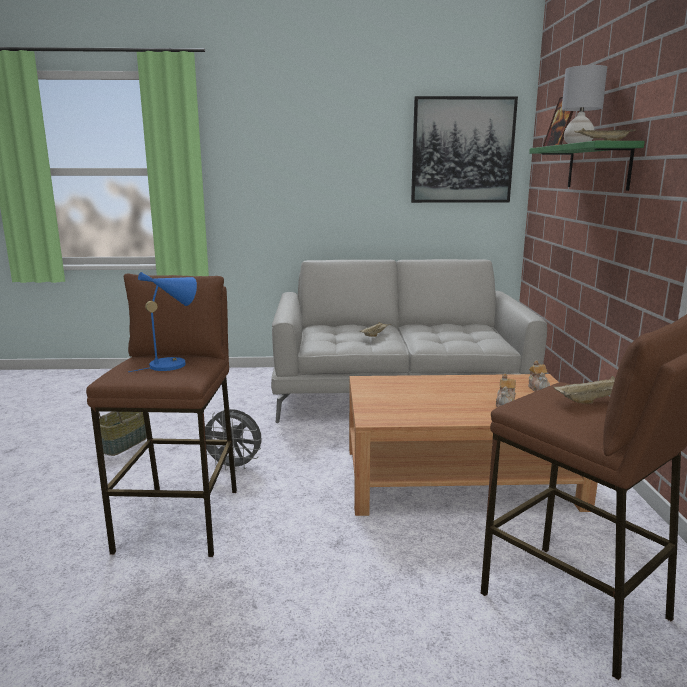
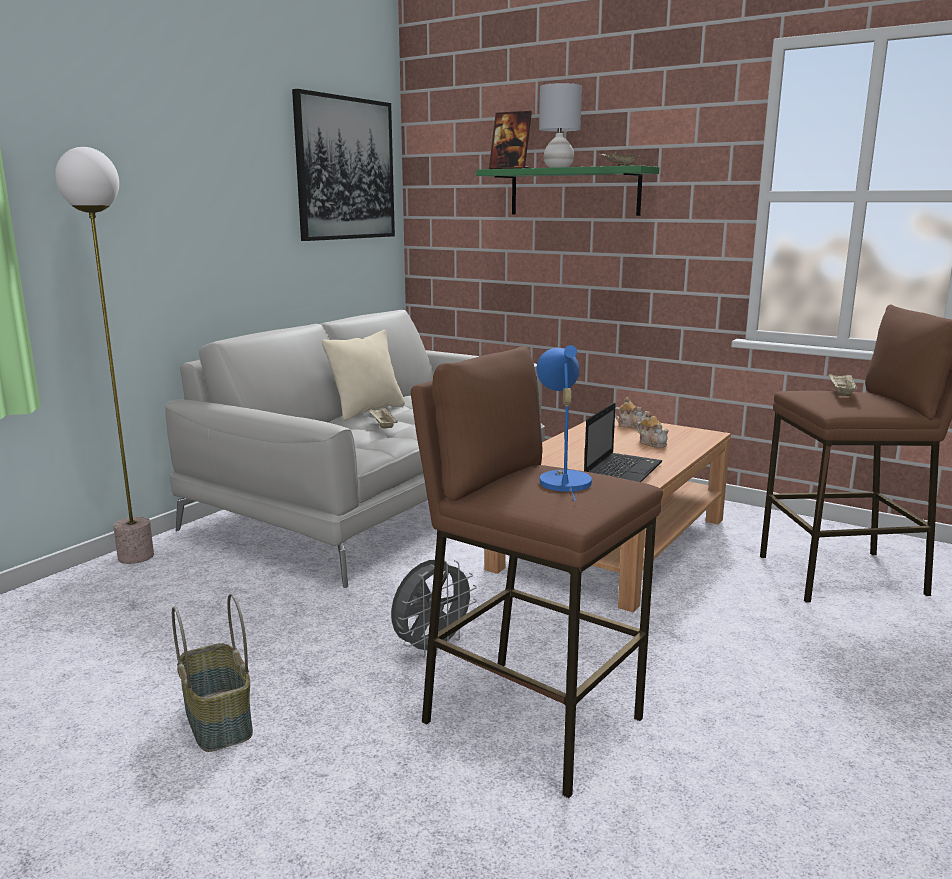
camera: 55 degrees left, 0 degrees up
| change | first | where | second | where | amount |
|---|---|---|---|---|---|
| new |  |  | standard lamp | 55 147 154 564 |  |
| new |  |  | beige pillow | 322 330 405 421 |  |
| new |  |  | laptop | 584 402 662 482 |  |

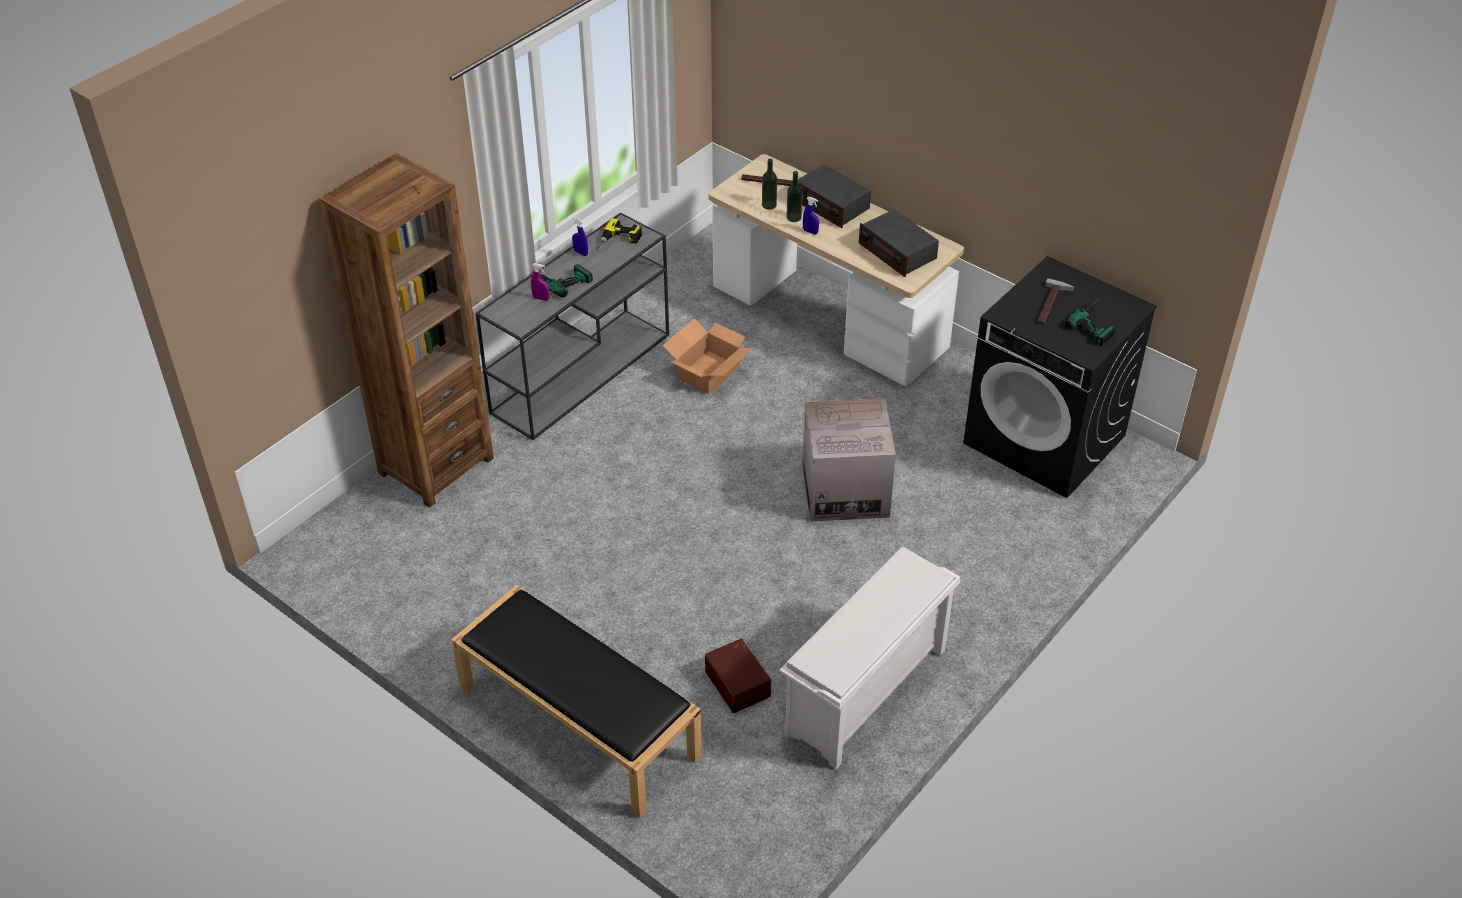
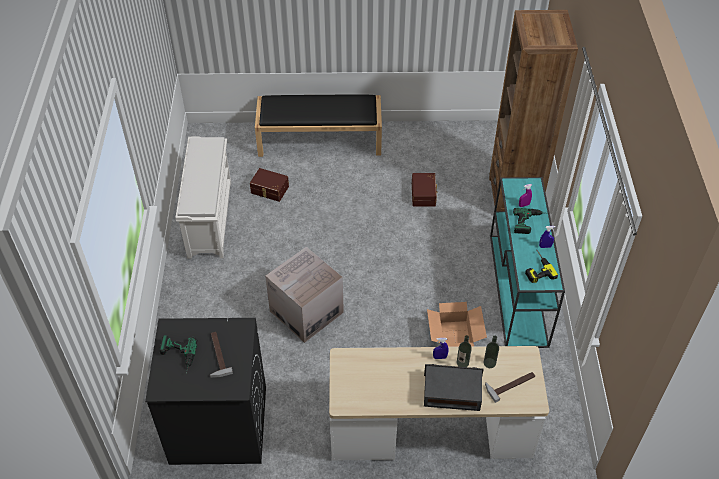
camera: 140 degrees right, 5 degrees up
| change | first | where | second | where | amount |
|---|---|---|---|---|---|
| new |  |  | brownish storage container | 412 173 437 207 |  |
| repainted | greyish console table | 475 213 669 440 | turquoise console table | 490 177 565 348 |  |
| gone | radio set | 859 209 939 277 |  |  |  |

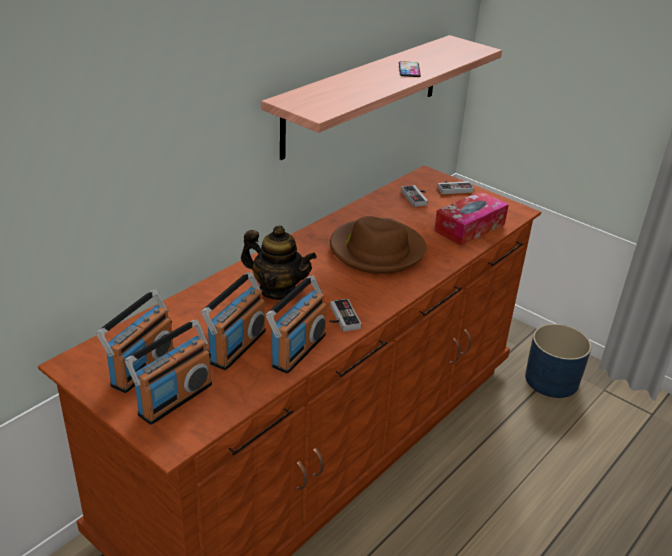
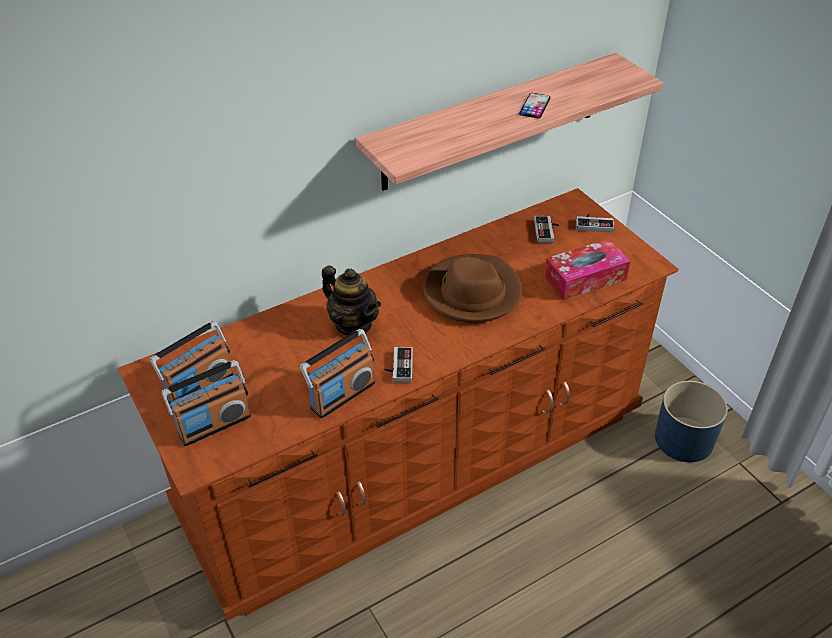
camera: 20 degrees right, 10 degrees up
| change | first | where | second | where | amount |
|---|---|---|---|---|---|
| gone | radio set | 201 272 266 370 |  |  |  |

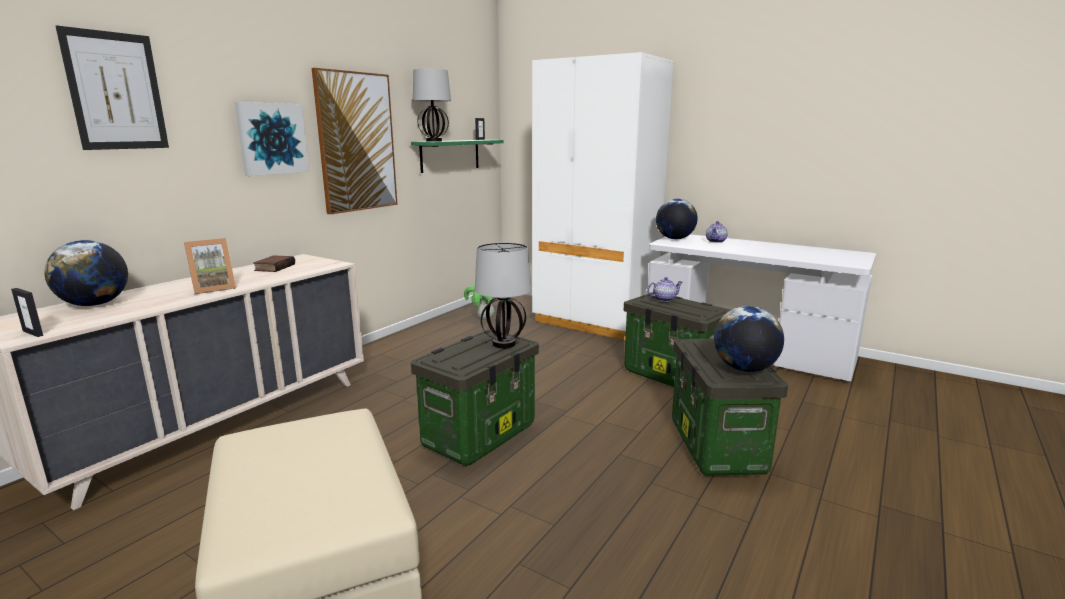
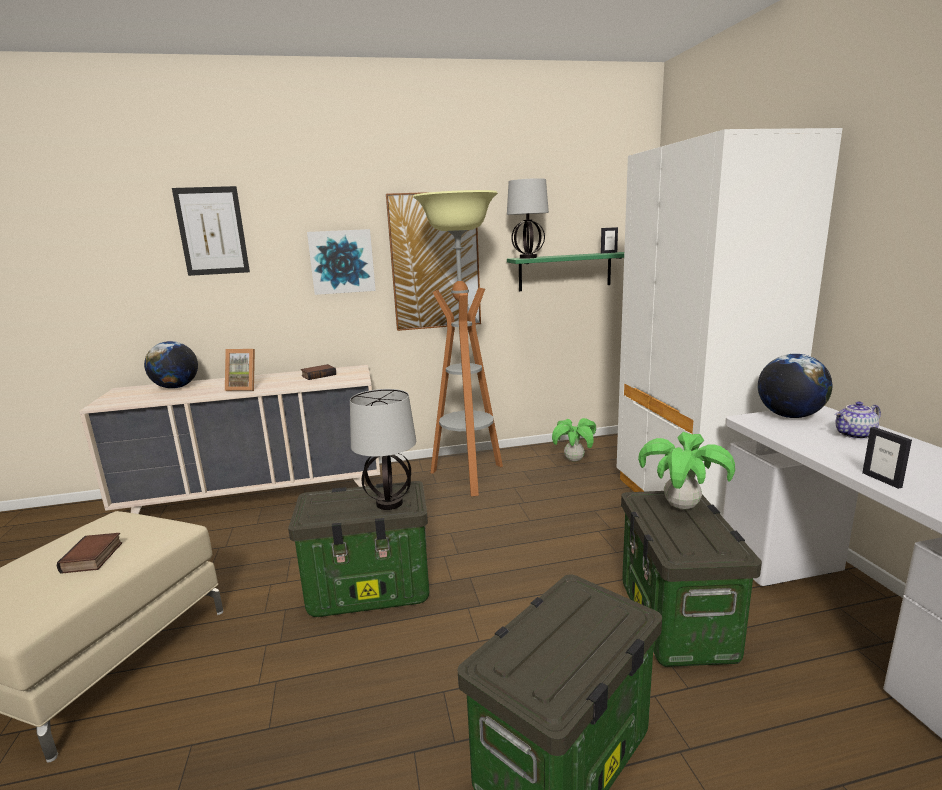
camera: 45 degrees right, 0 degrees up
| change | first | where | second | where | amount |
|---|---|---|---|---|---|
| new |  |  | book | 57 533 122 574 |  |
| new |  |  | standard lamp | 413 190 503 496 |  |
| swapped | tea pot | 647 277 682 302 | plant in a pot | 638 432 735 509 |  |
| shifted | photo frame | 11 288 43 337 |  | 862 427 912 489 |  |
| gone | globe | 714 306 784 372 |  |  |  |

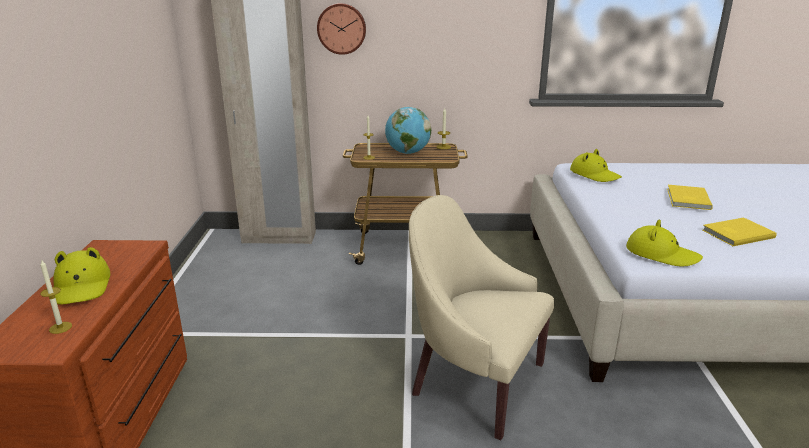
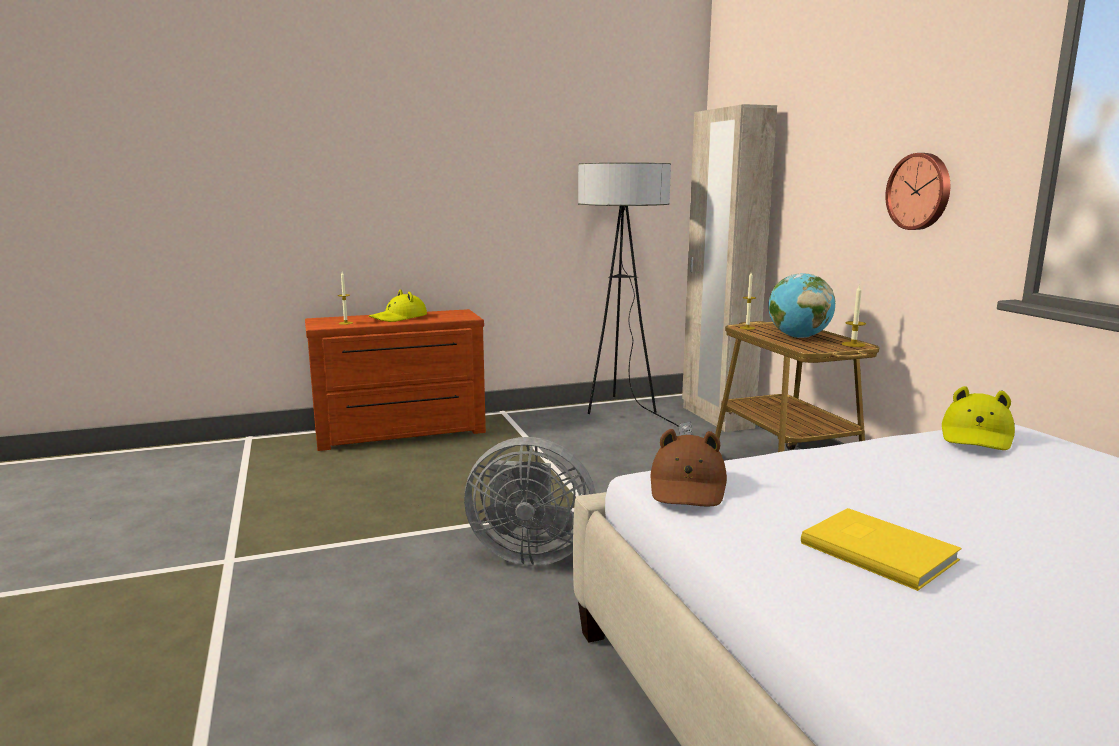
camera: 70 degrees right, 10 degrees down
| change | first | where | second | where | amount |
|---|---|---|---|---|---|
| swapped | beige easy chair | 409 195 554 440 | greyish cooling fan | 464 437 596 566 |  |
| new |  |  | standard lamp | 578 163 693 436 |  |
| repainted | yellow-coloured hat | 626 220 703 267 | brownish hat | 651 429 727 506 |  |
| shifted | wall clock | 317 3 366 55 |  | 885 153 950 230 |  |
| gone | yellow-coloured book | 667 185 713 210 |  |  |  |

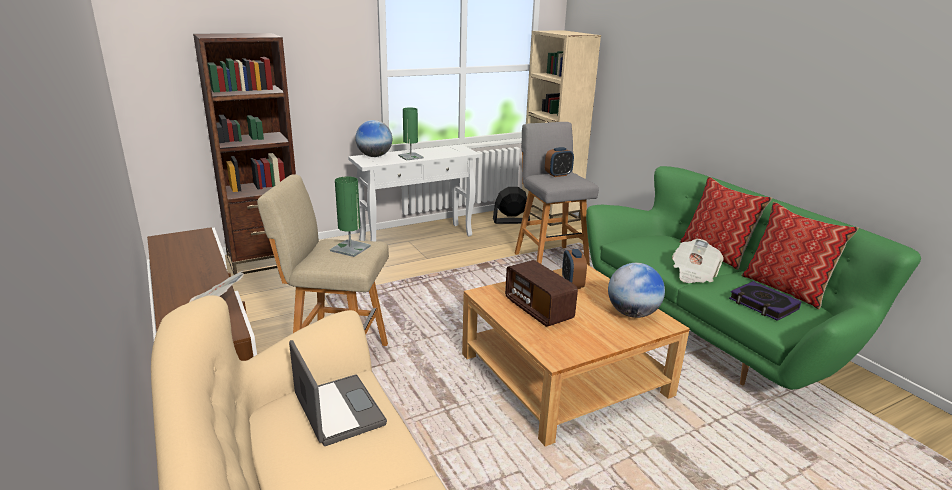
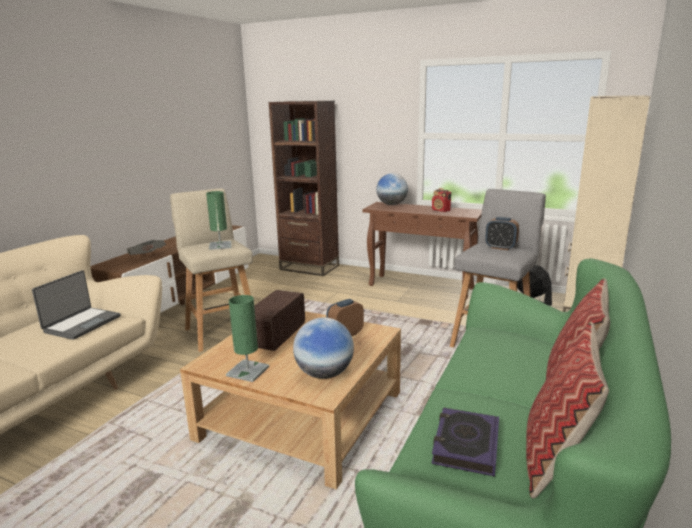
camera: 55 degrees right, 5 degrees down
| change | first | where | second | where | amount |
|---|---|---|---|---|---|
| shifted | greenish table lamp | 398 108 424 161 |  | 226 295 269 382 |  |
| repainted | white console table | 348 145 481 241 | brownish console table | 362 202 482 298 |  |
| new |  |  | radio set | 432 188 451 212 |  |
| gone | newspaper | 672 239 724 283 |  |  |  |

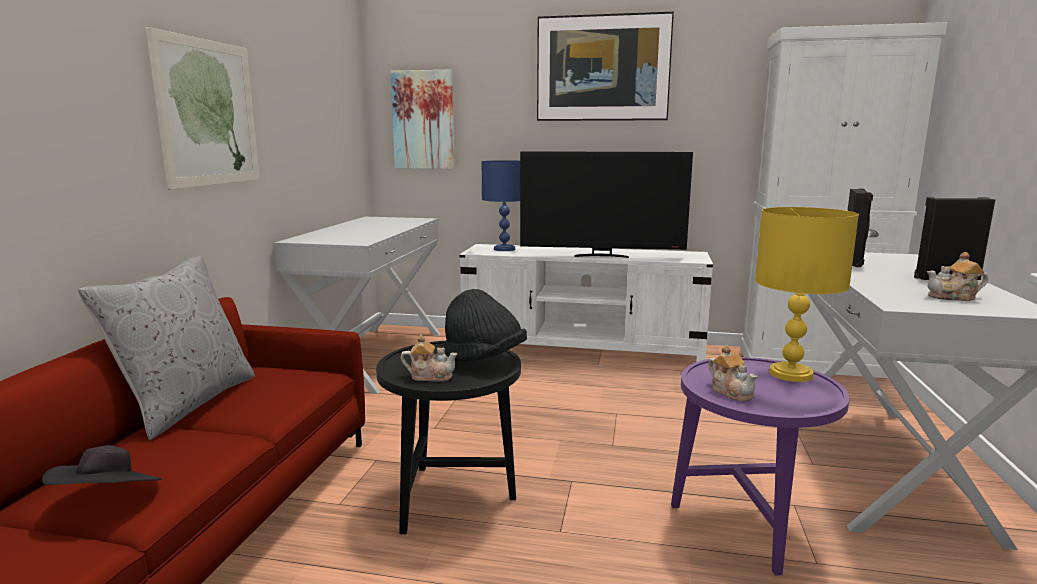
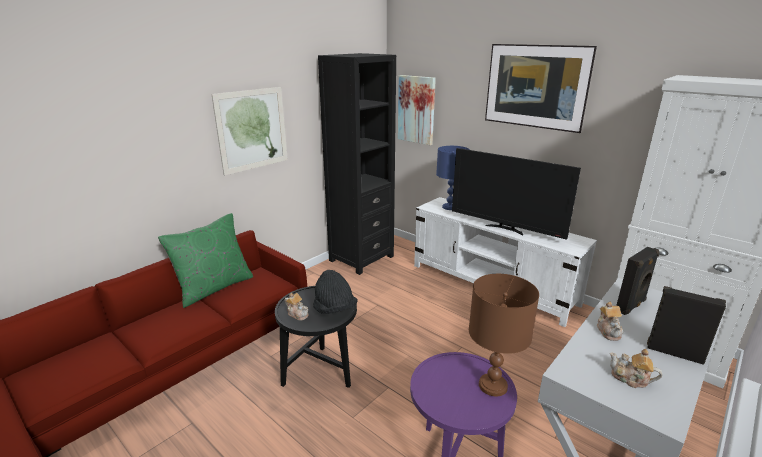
camera: 30 degrees right, 10 degrees up
| change | first | where | second | where | amount |
|---|---|---|---|---|---|
| repainted | greyish pillow | 78 256 255 440 | greenish pillow | 158 213 253 308 |  |
| swapped | white console table | 274 217 440 394 | black-coloured bookcase | 318 53 396 275 |  |
| repainted | yellow-coloured table lamp | 755 207 859 382 | brownish table lamp | 469 274 539 397 |  |
| shifted | tea pot | 708 345 758 402 |  | 597 302 623 341 |  |
| gone | black-coloured hat | 42 445 162 485 |  |  |  |

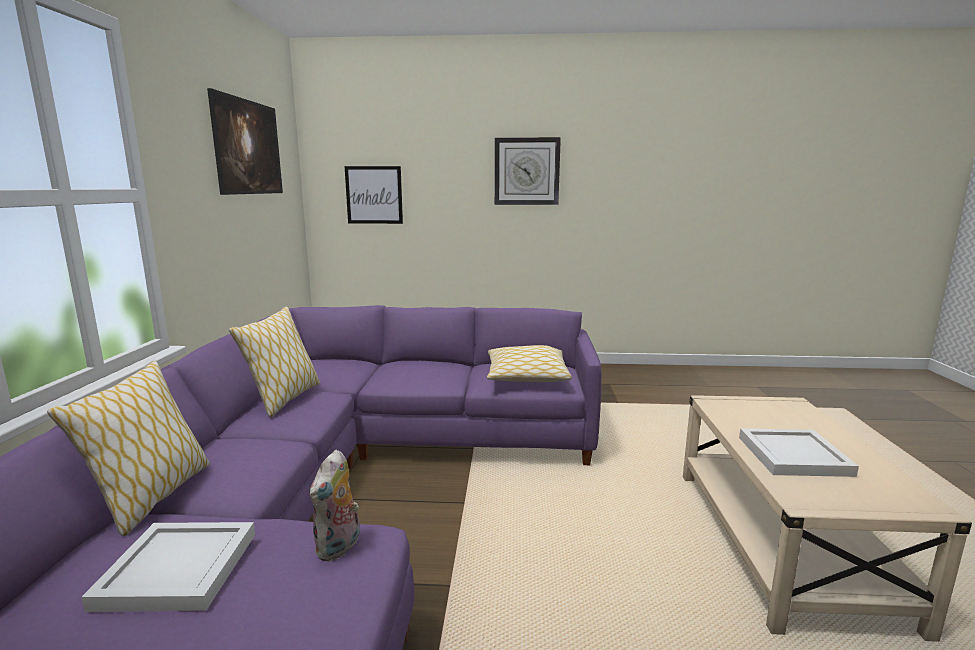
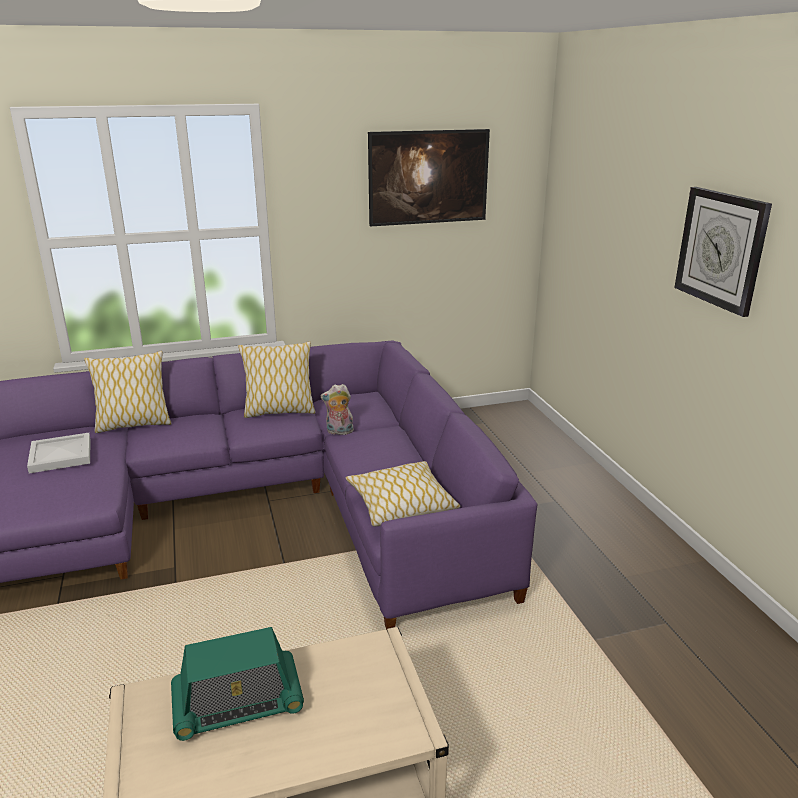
camera: 70 degrees right, 10 degrees up
| change | first | where | second | where | amount |
|---|---|---|---|---|---|
| swapped | white serving tray | 739 428 859 477 | radio set | 171 627 304 741 |  |
| shifted | cuddly toy | 309 450 360 562 |  | 321 384 354 435 |  |
| gone | wall picture | 345 166 403 224 |  |  |  |

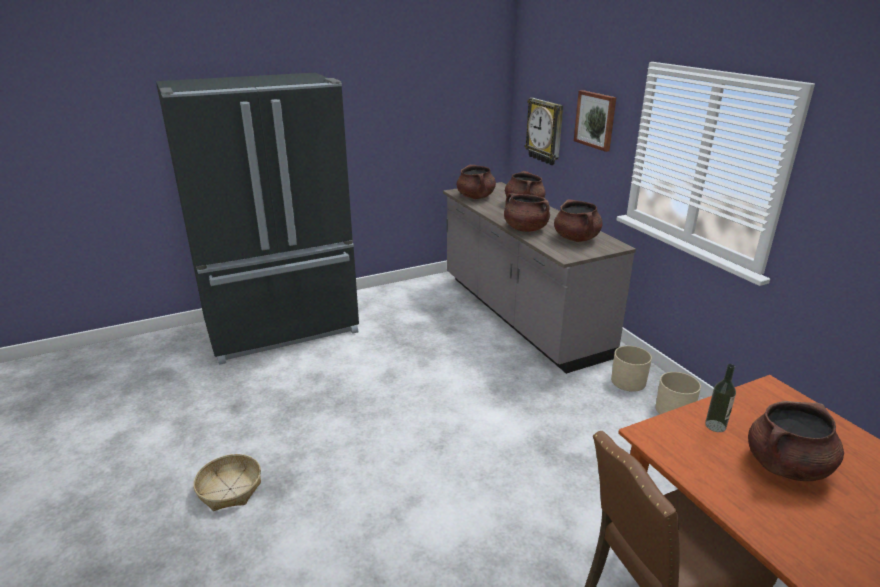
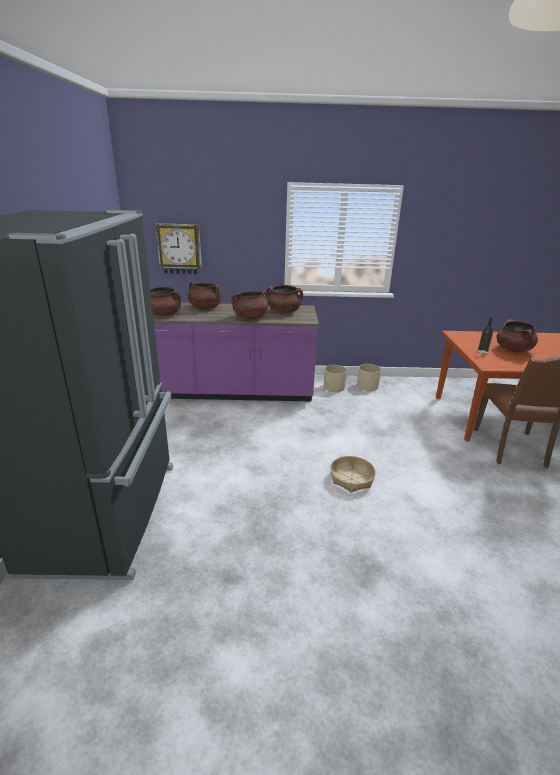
camera: 65 degrees left, 0 degrees up
| change | first | where | second | where | amount |
|---|---|---|---|---|---|
| repainted | greyish kitchen base unit | 443 182 636 374 | purplish kitchen base unit | 153 303 319 401 |  |
| shifted | household basket | 193 454 261 511 |  | 330 456 376 493 |  |
| gone | wall picture | 574 90 616 152 |  |  |  |

